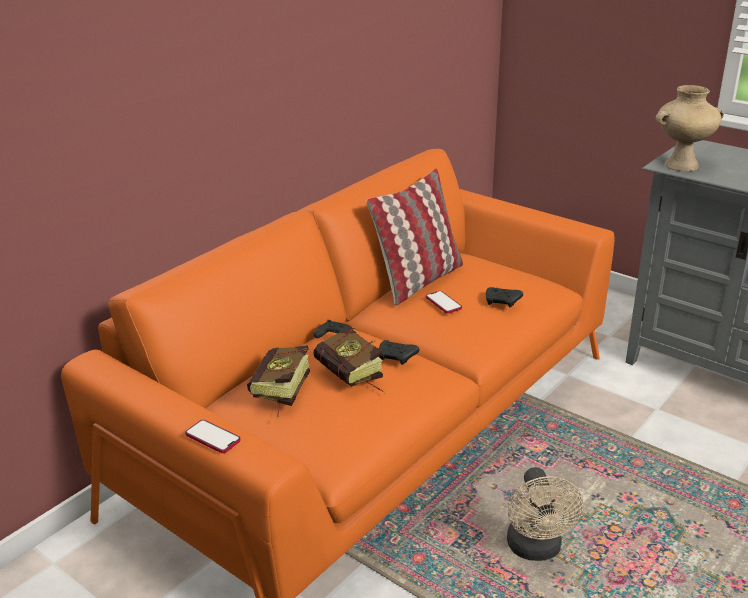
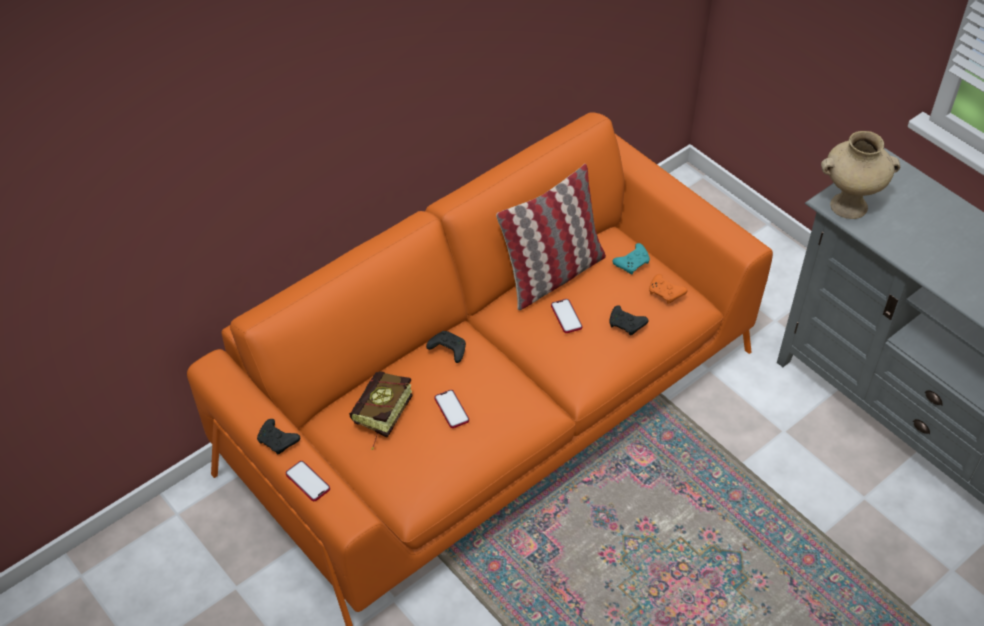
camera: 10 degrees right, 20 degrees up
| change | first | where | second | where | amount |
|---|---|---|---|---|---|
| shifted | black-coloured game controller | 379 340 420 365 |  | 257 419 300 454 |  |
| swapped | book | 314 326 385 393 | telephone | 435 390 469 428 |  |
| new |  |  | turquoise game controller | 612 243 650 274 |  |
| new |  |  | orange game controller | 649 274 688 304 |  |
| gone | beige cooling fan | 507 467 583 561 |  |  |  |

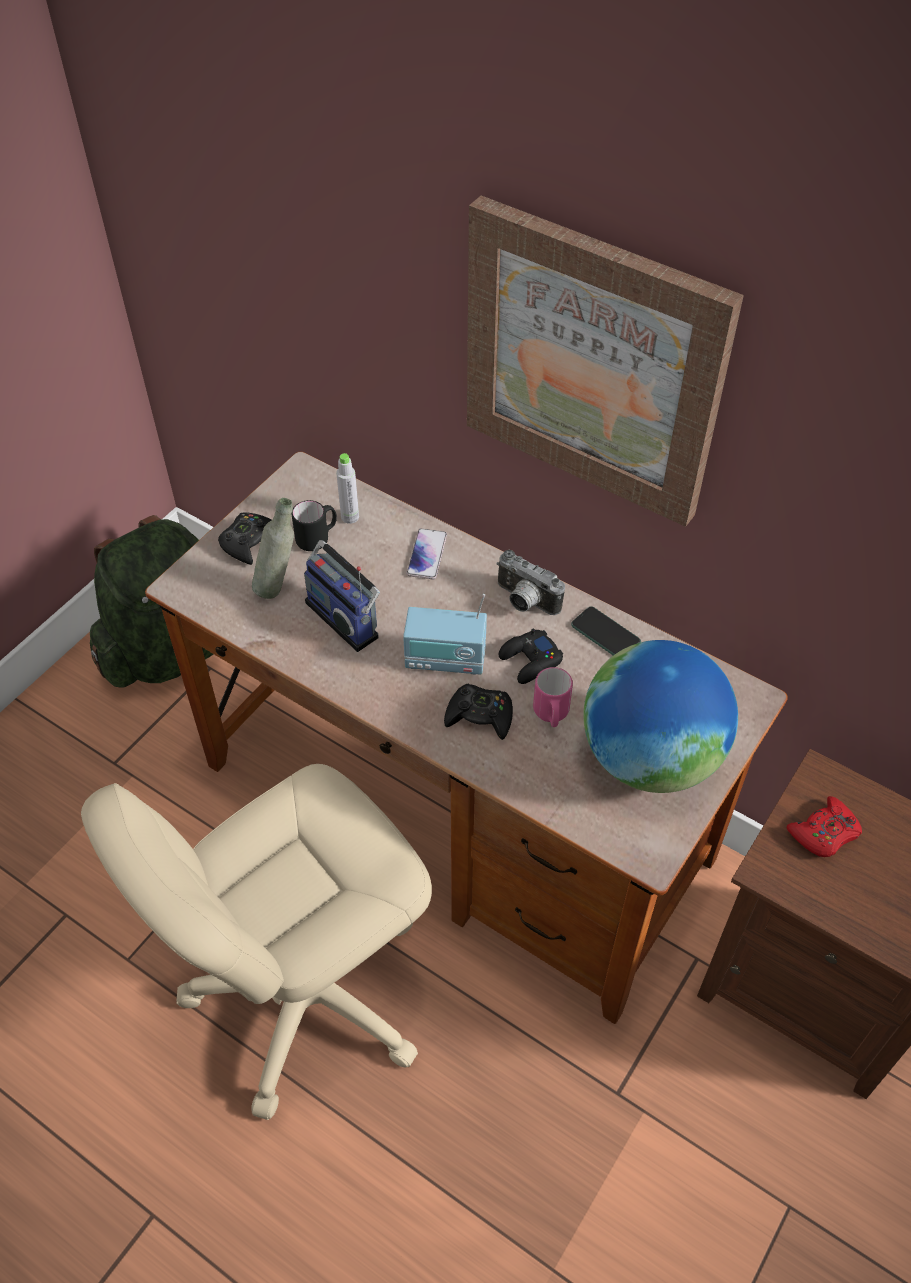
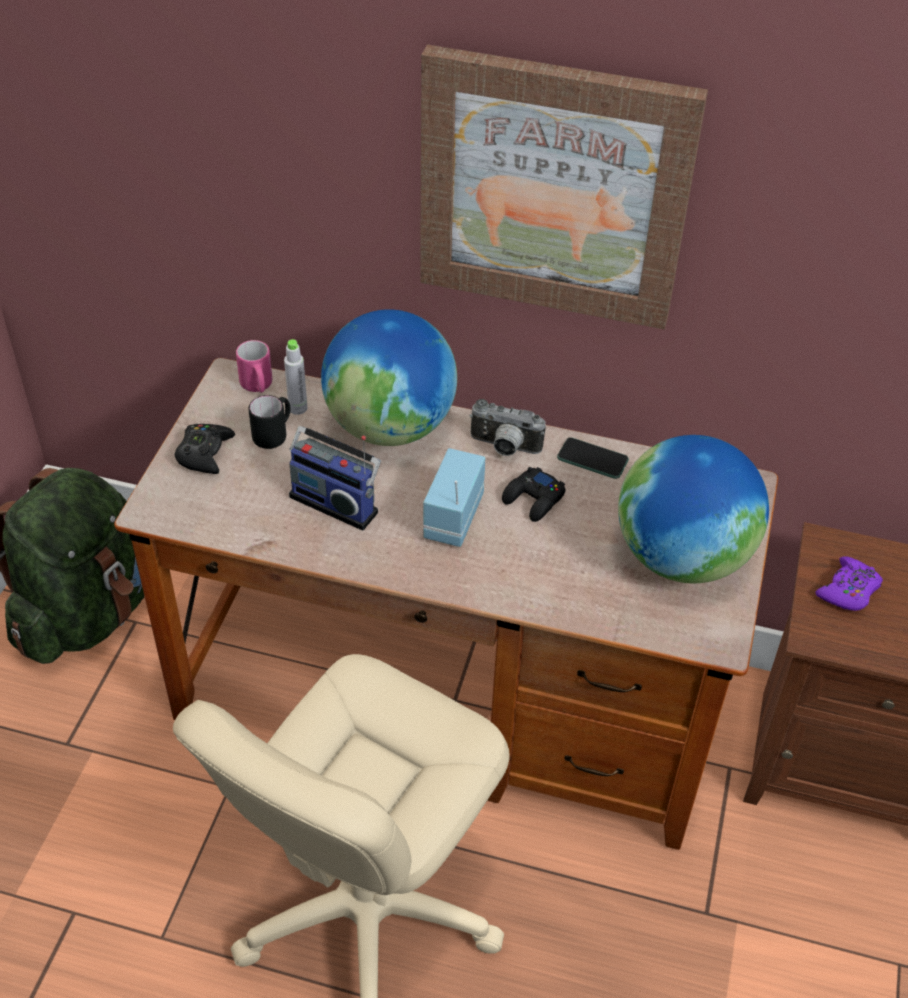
camera: 20 degrees left, 5 degrees down
| change | first | where | second | where | amount |
|---|---|---|---|---|---|
| shifted | pinkish coffee mug | 533 667 573 727 |  | 236 340 272 393 |  |
| swapped | telephone | 407 528 447 580 | globe | 321 309 457 446 |  |
| rotated | radio set | 403 594 487 675 |  | 423 448 485 547 | 120 degrees clockwise |
| repainted | red-coloured game controller | 787 796 862 857 | purplish game controller | 816 556 883 611 |  |
| gone | greyish bottle | 252 498 294 599 |  |  |  |
| gone | black-coloured game controller | 444 684 513 740 |  |  |  |

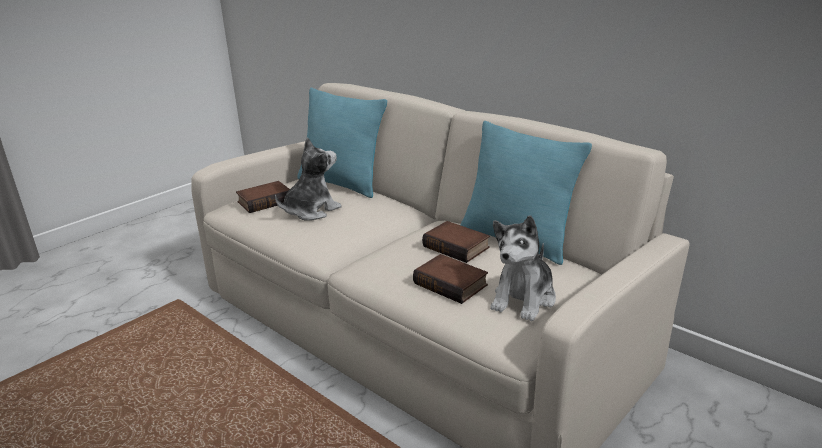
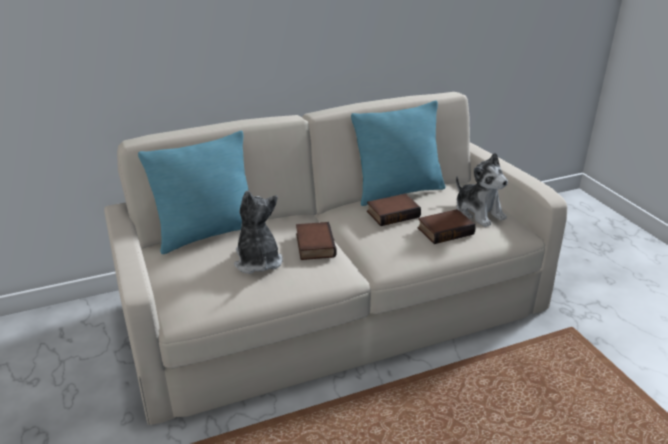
camera: 65 degrees left, 5 degrees up
| change | first | where | second | where | amount |
|---|---|---|---|---|---|
| shifted | book | 236 181 290 213 |  | 296 222 337 260 |  |

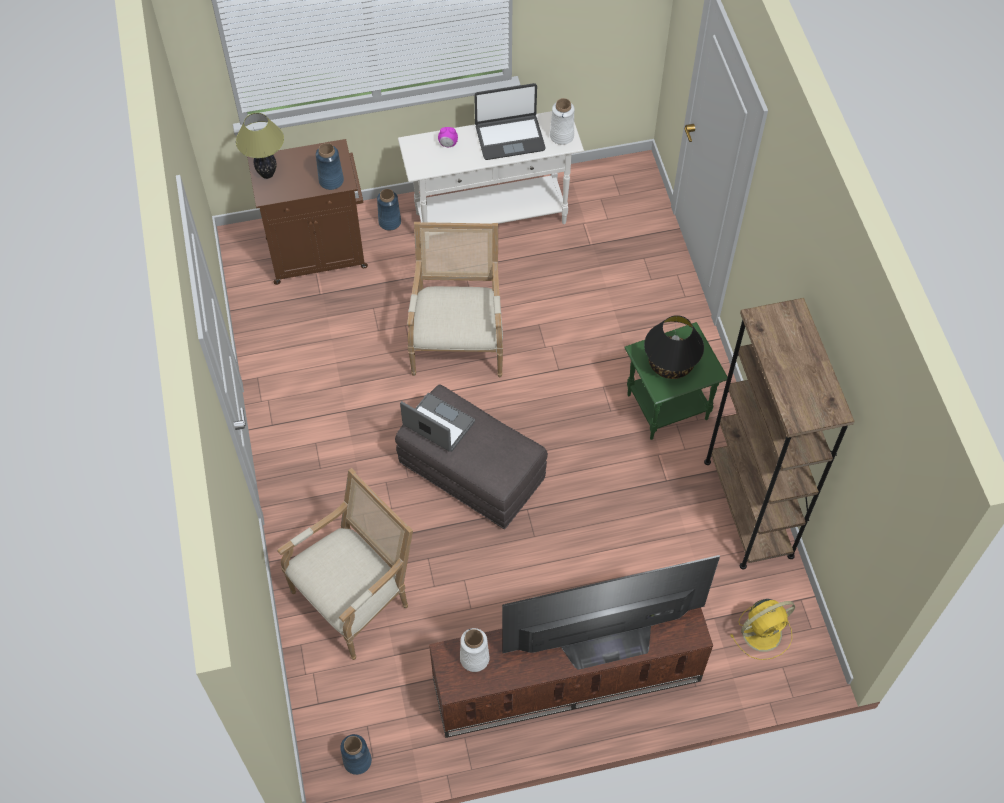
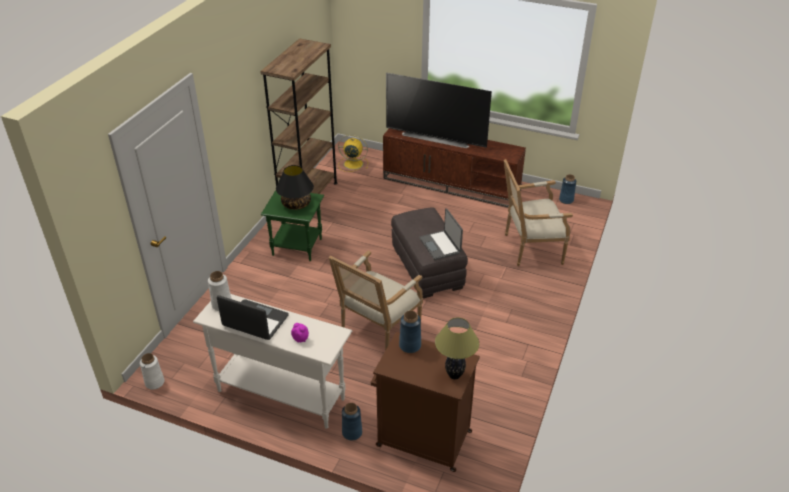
camera: 145 degrees left, 20 degrees down
| change | first | where | second | where | amount |
|---|---|---|---|---|---|
| shifted | white flower vase | 460 628 490 672 |  | 140 353 165 390 |  |

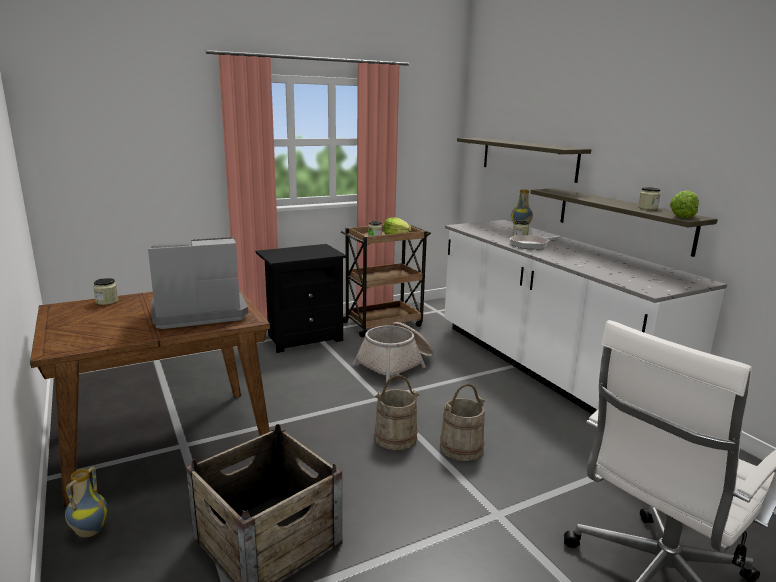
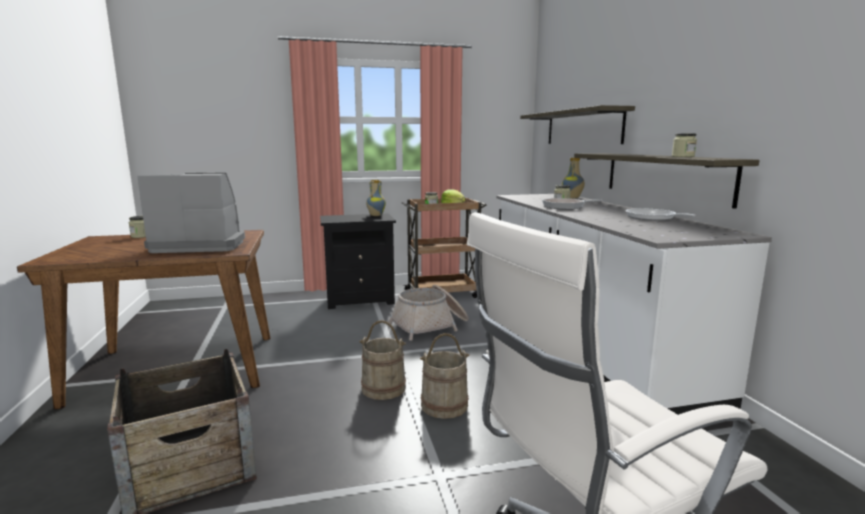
camera: 15 degrees right, 5 degrees down
| change | first | where | second | where | amount |
|---|---|---|---|---|---|
| shifted | flower vase | 65 467 108 538 |  | 366 180 386 216 |  |
| new |  |  | frying pan | 626 208 696 221 |  |
| gone | head of lettuce | 670 191 699 218 |  |  |  |

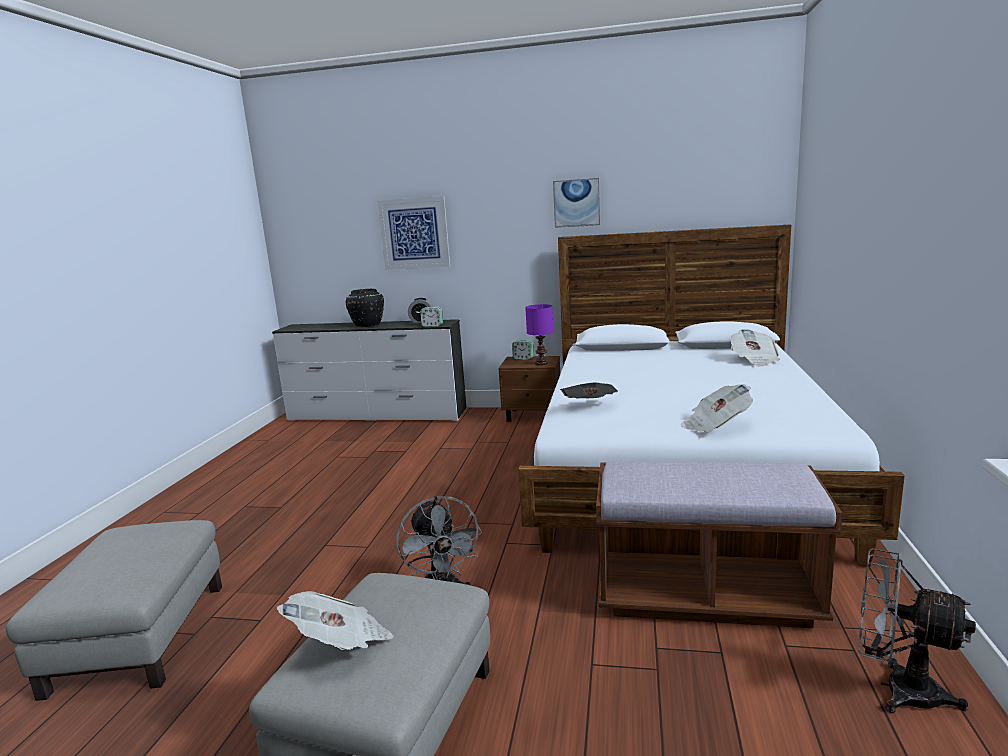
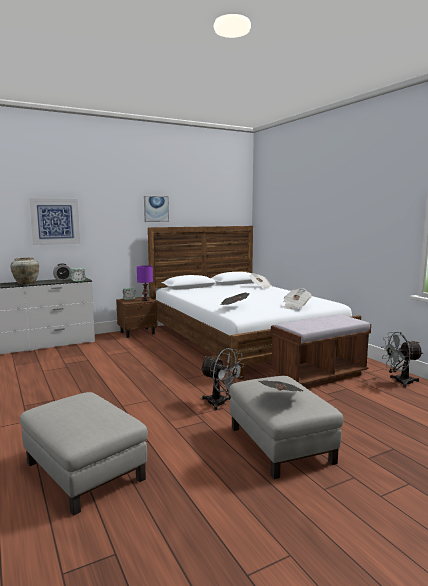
camera: 40 degrees left, 5 degrees down
| change | first | where | second | where | amount |
|---|---|---|---|---|---|
| repainted | black-coloured flower vase | 346 289 384 327 | beige flower vase | 10 258 39 284 |  |

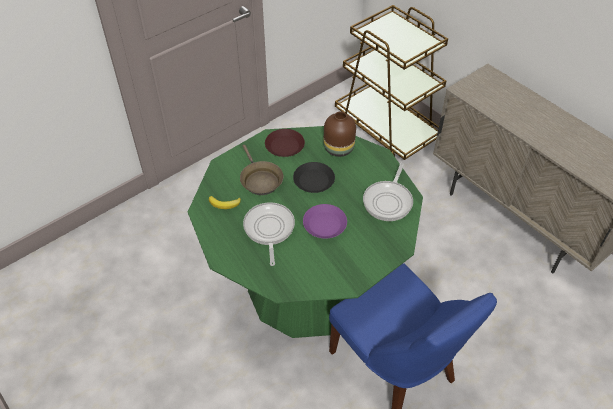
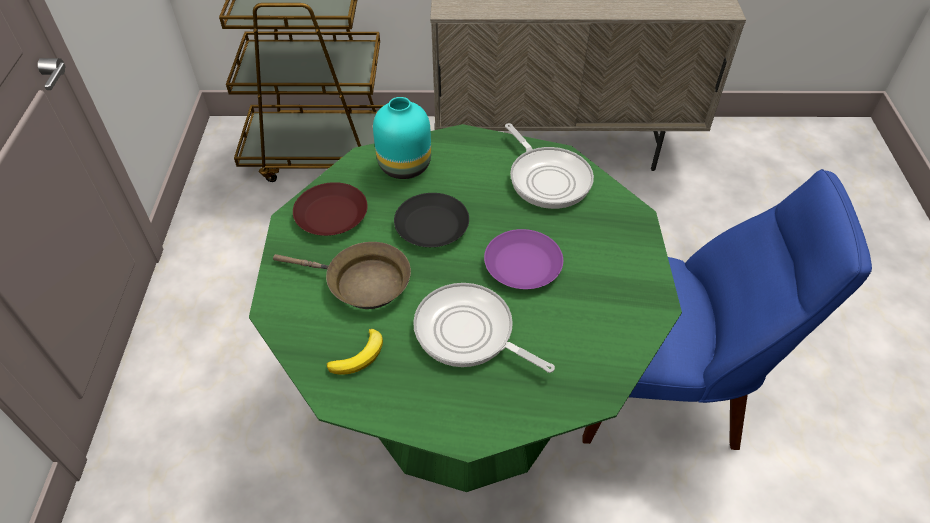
camera: 50 degrees left, 0 degrees up
| change | first | where | second | where | amount |
|---|---|---|---|---|---|
| repainted | brownish flower vase | 324 112 356 157 | turquoise flower vase | 373 97 431 179 |  |

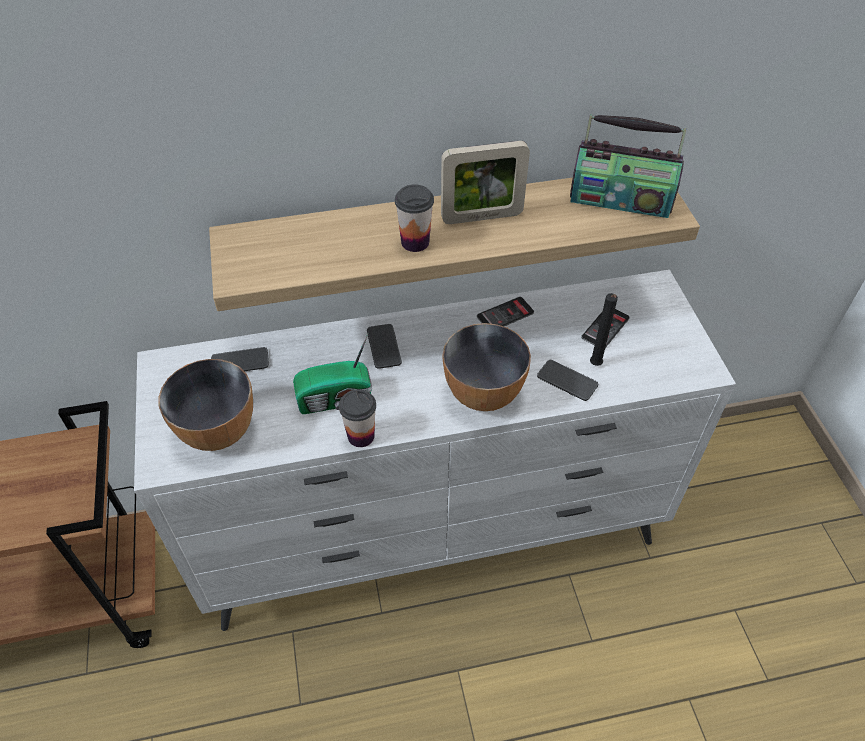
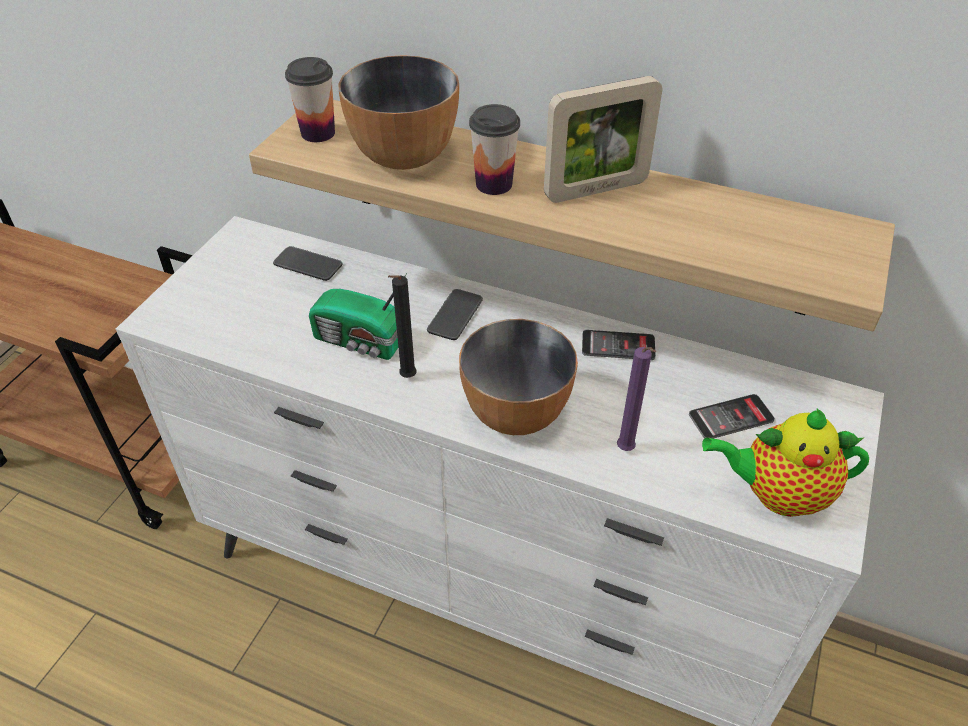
camera: 35 degrees right, 5 degrees down
| change | first | where | second | where | amount |
|---|---|---|---|---|---|
| shifted | drinking cup | 339 389 376 447 |  | 285 57 335 142 |  |
| shifted | serving bowl | 158 359 253 451 |  | 339 55 459 170 |  |
| shifted | black-coloured wax candle | 590 293 618 366 |  | 388 275 417 378 |  |
| rotated | photo frame | 441 141 530 224 |  | 544 76 662 203 | 45 degrees counterclockwise |
| swapped | telephone | 537 360 598 401 | purplish wax candle | 617 347 656 451 |  |
| new |  |  | tea pot | 702 409 869 517 |  |
| gone | radio set | 570 114 687 218 |  |  |  |

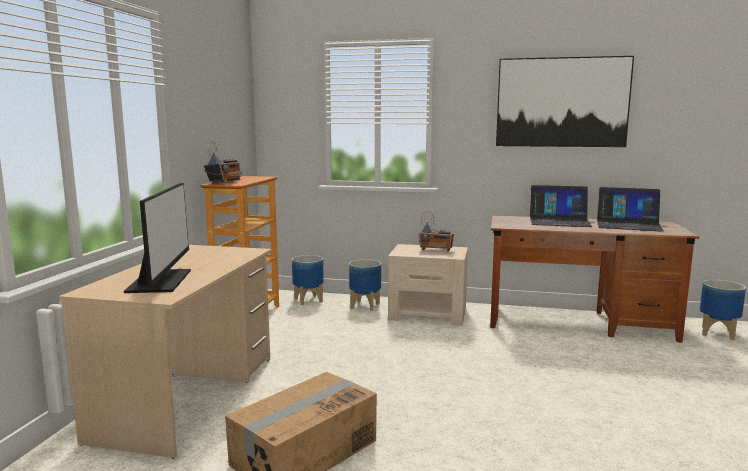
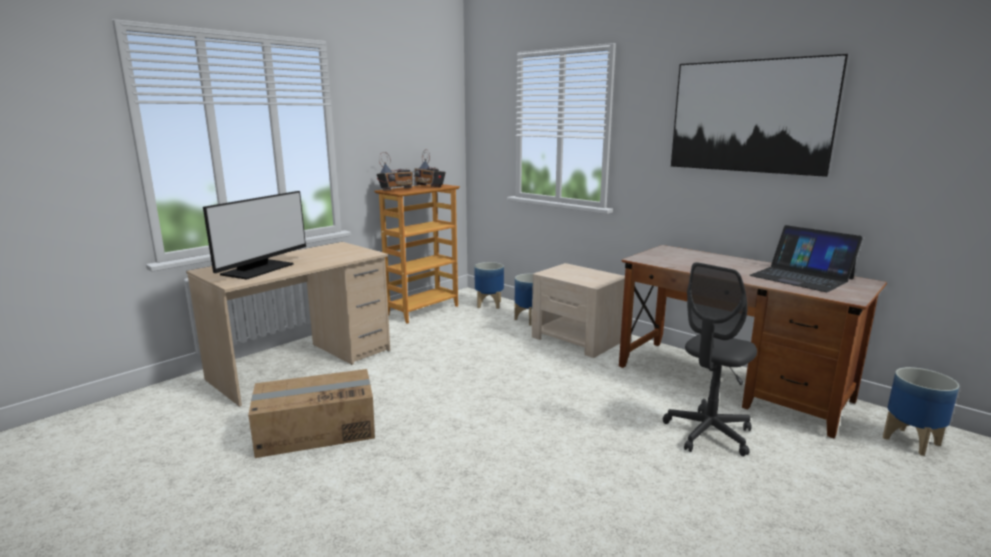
camera: 30 degrees right, 5 degrees up
| change | first | where | second | where | amount |
|---|---|---|---|---|---|
| shifted | radio set | 418 211 454 251 |  | 414 149 446 187 |  |
| new |  |  | greyish desk chair | 663 262 757 456 |  |
| gone | laptop | 530 185 593 227 |  |  |  |

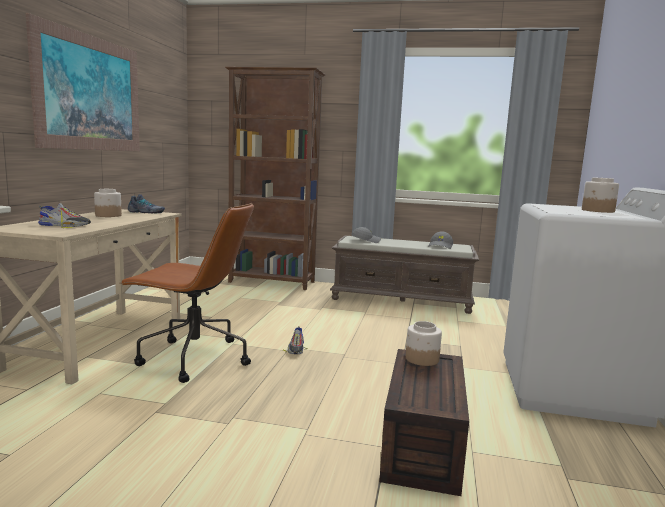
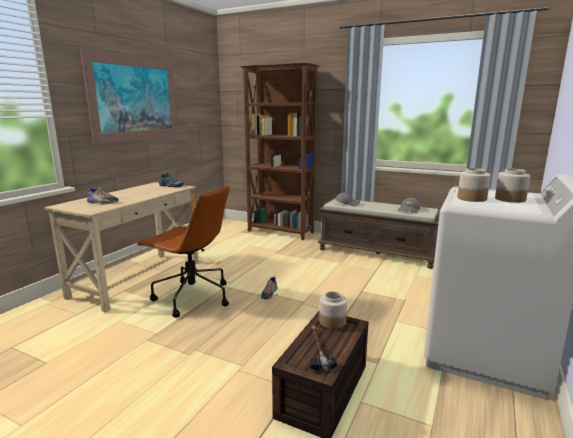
camera: 15 degrees right, 5 degrees up
| change | first | where | second | where | amount |
|---|---|---|---|---|---|
| new |  |  | tool hammer | 309 325 337 372 |  |
| shifted | storage jar | 94 189 122 217 |  | 457 168 491 202 |  |

